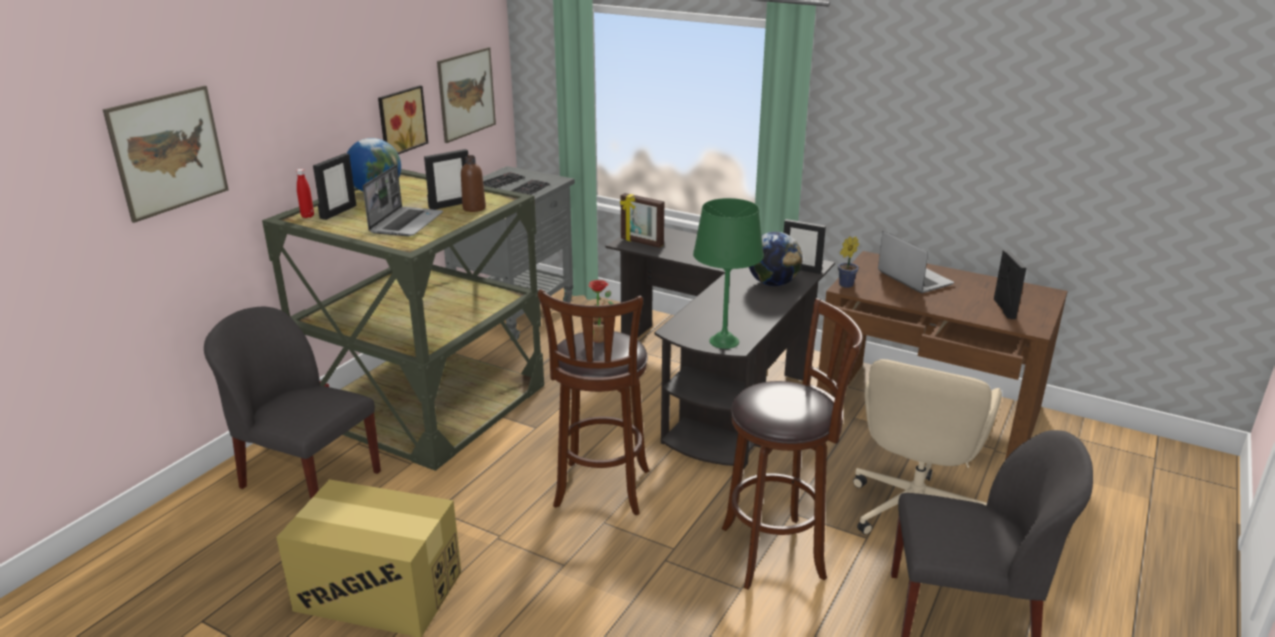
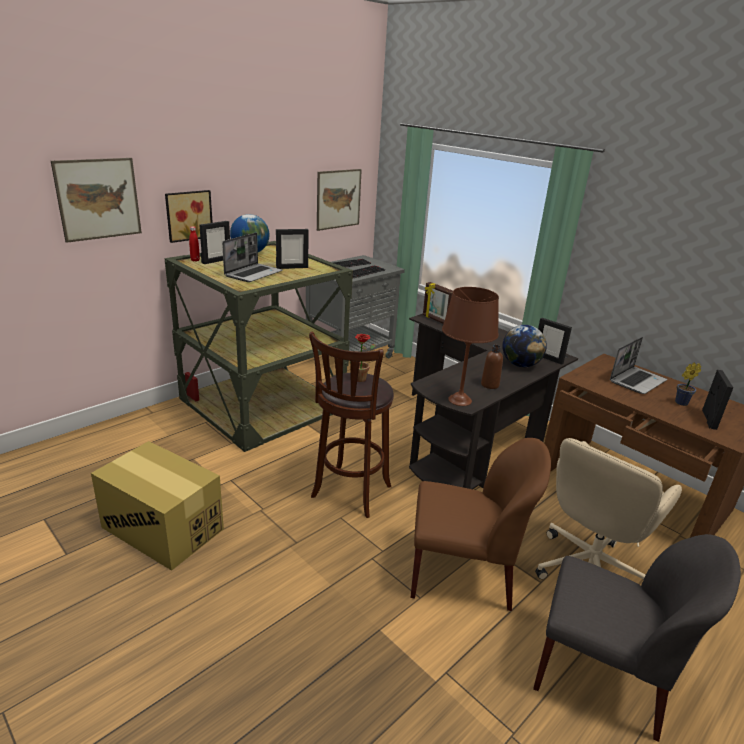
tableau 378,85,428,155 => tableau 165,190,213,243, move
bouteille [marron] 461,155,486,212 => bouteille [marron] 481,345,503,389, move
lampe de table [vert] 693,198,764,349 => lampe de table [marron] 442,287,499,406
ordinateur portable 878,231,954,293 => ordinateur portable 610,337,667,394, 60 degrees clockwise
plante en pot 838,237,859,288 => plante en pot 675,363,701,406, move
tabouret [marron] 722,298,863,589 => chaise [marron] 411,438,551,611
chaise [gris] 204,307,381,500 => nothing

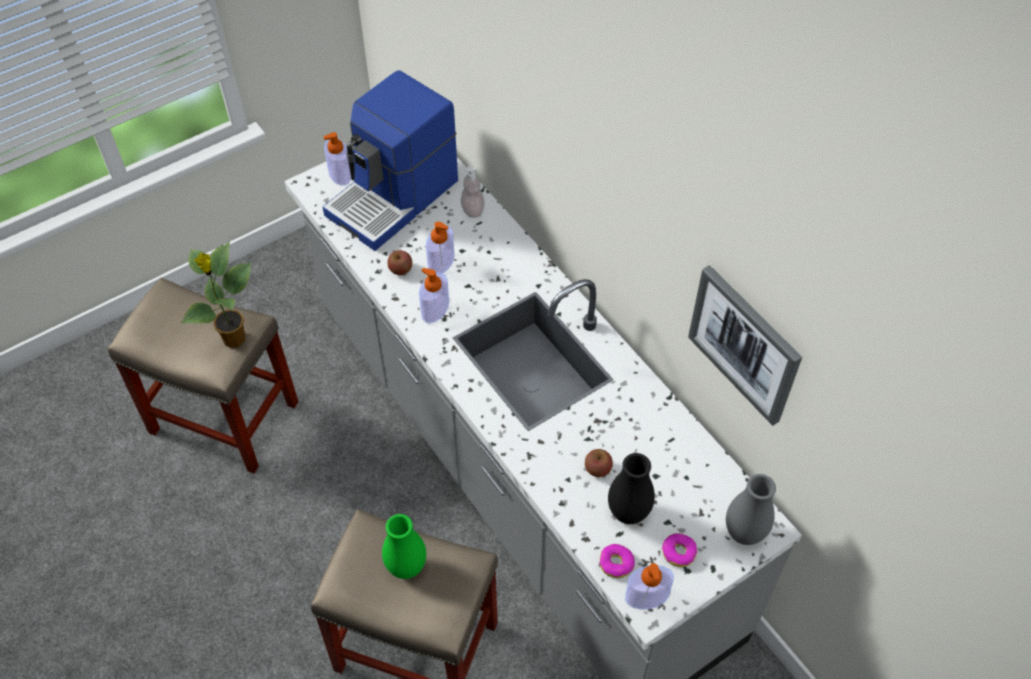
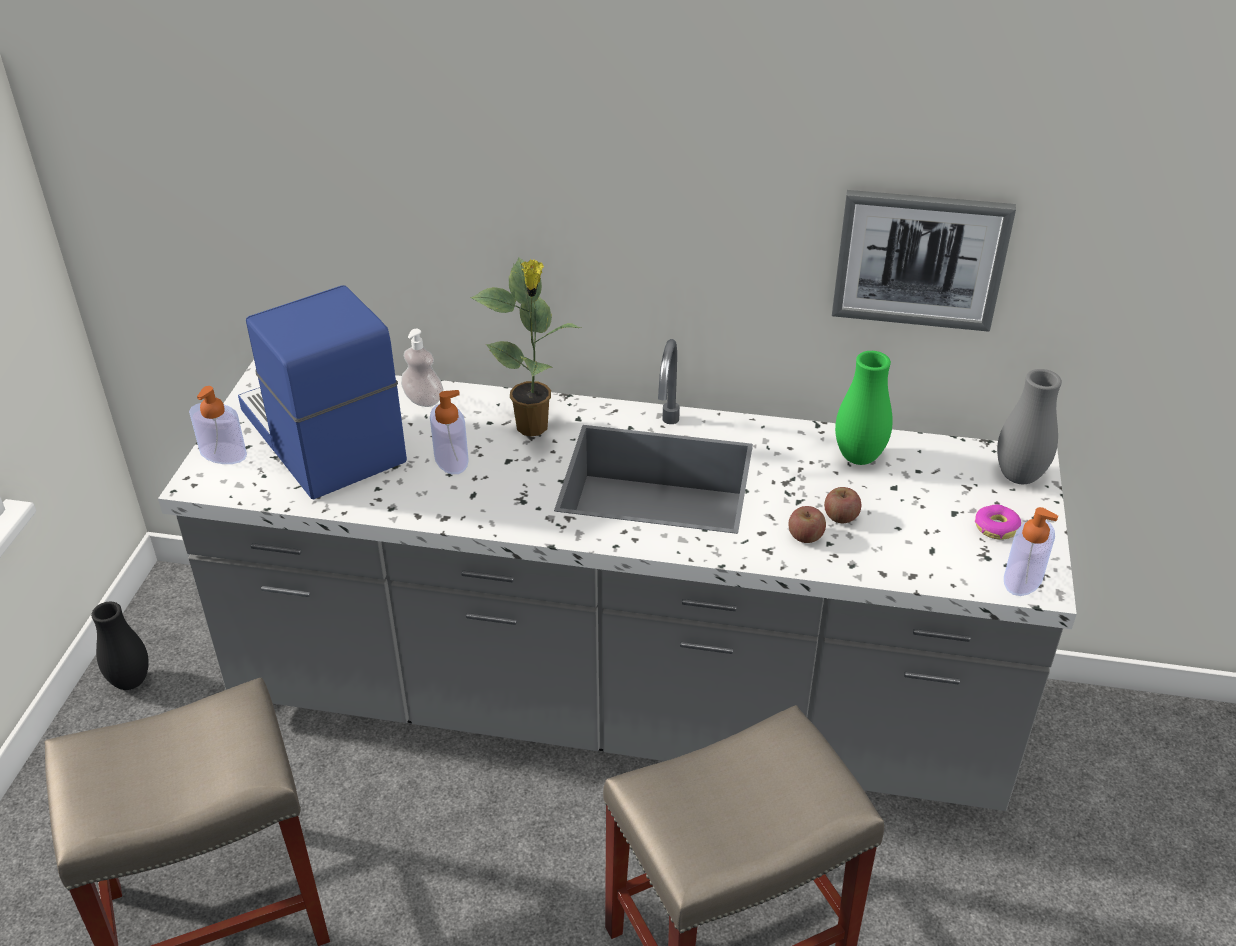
machine à café 323,70,458,251 => machine à café 238,285,407,500, 150 degrees clockwise
plante en pot 181,242,251,348 => plante en pot 471,257,581,436, move
pomme 387,250,412,275 => pomme 788,506,826,543, move
distributeur de savon 419,268,449,323 => nothing
vase [noir] 608,453,655,524 => vase [noir] 91,601,149,690, move
vase [vert] 382,514,426,579 => vase [vert] 835,351,893,465, move
beignet 599,544,635,578 => nothing

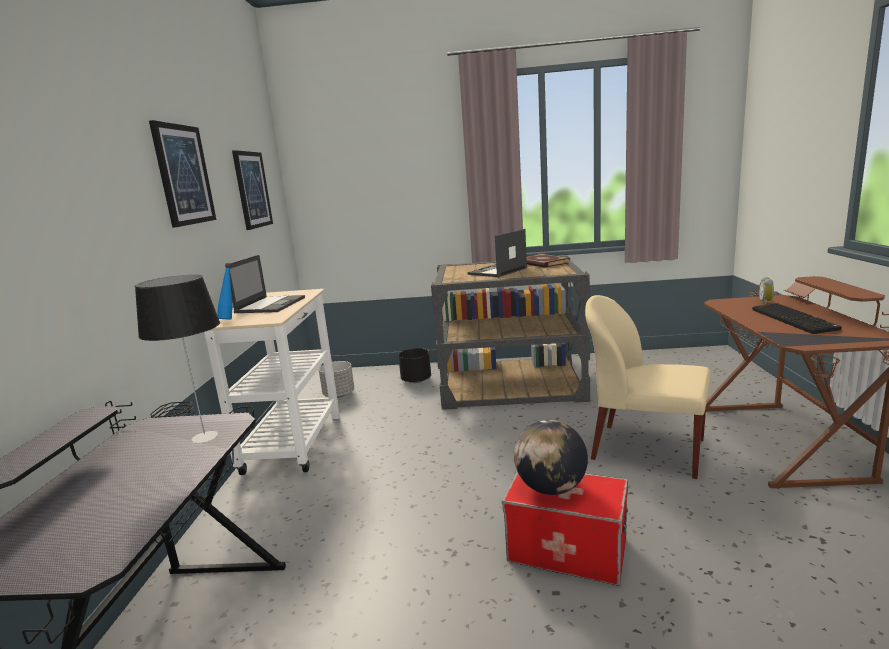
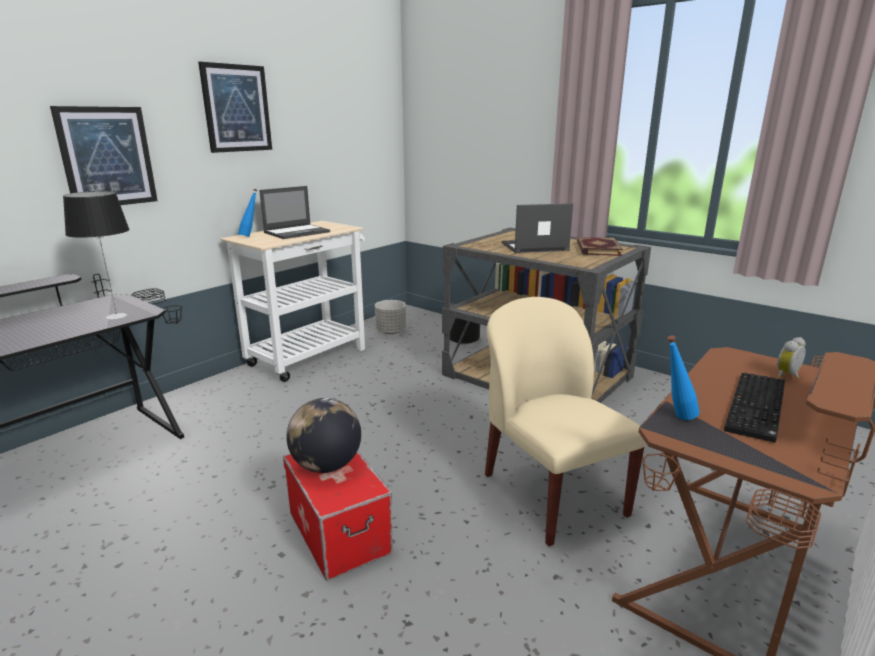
tableau 232,150,273,230 => tableau 50,106,158,205, move
nothing => bouteille [bleu] 668,335,700,420

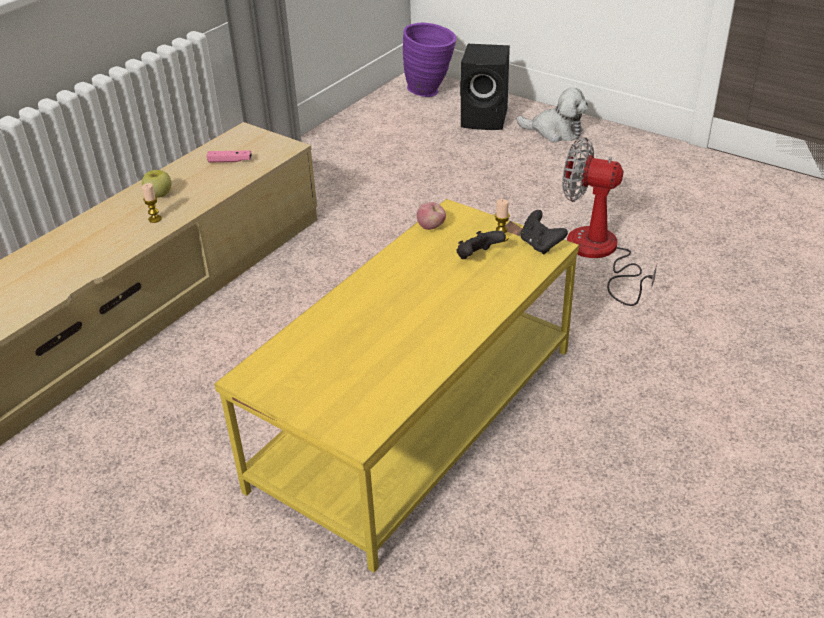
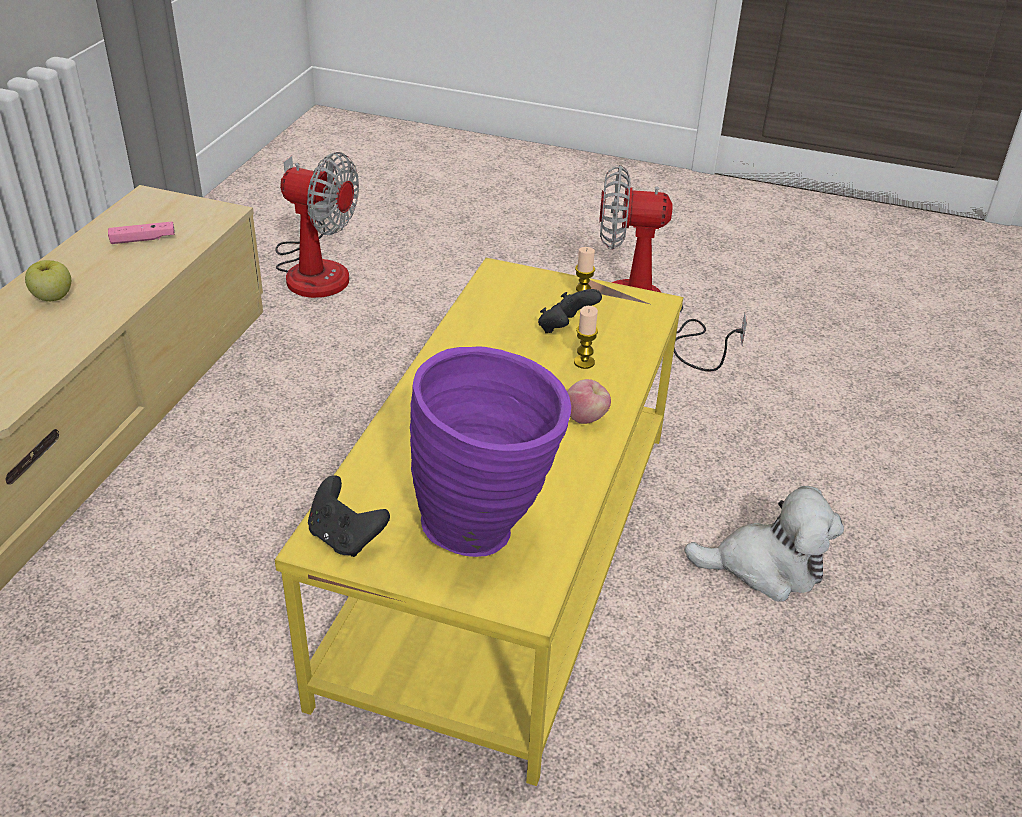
vase [violet] 403,23,456,97 => vase [violet] 410,347,571,557, move
enceinte [noir] 460,44,510,130 => nothing
peluche 517,88,588,142 => peluche 684,486,844,602, move
bougie 142,183,162,223 => bougie 574,306,598,369, move
pomme 417,202,446,230 => pomme 567,379,611,424, move
manette [noir] 521,210,568,254 => manette [noir] 308,475,390,557, move
nothing => ventilateur 275,152,359,298

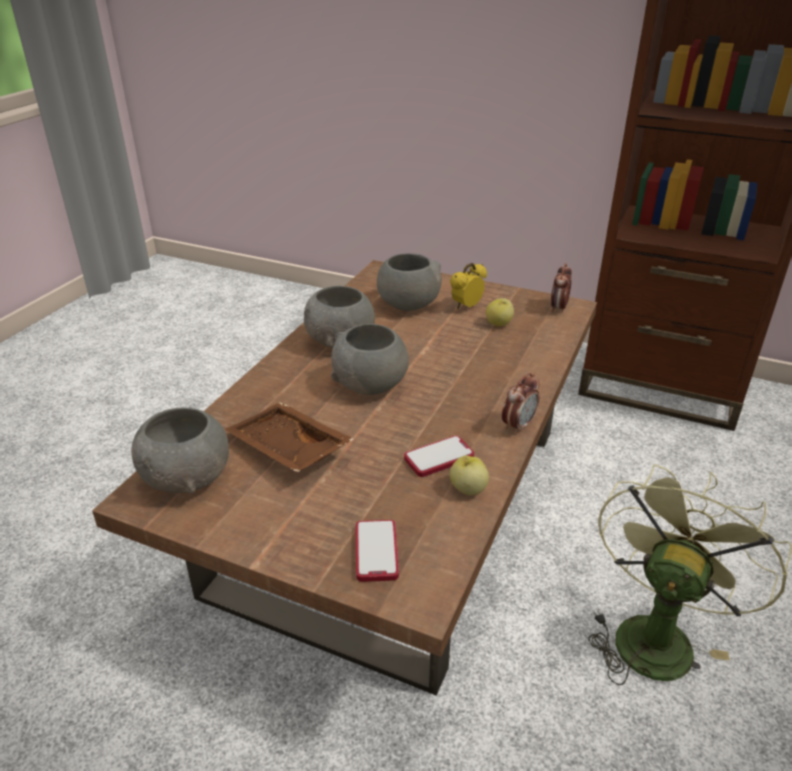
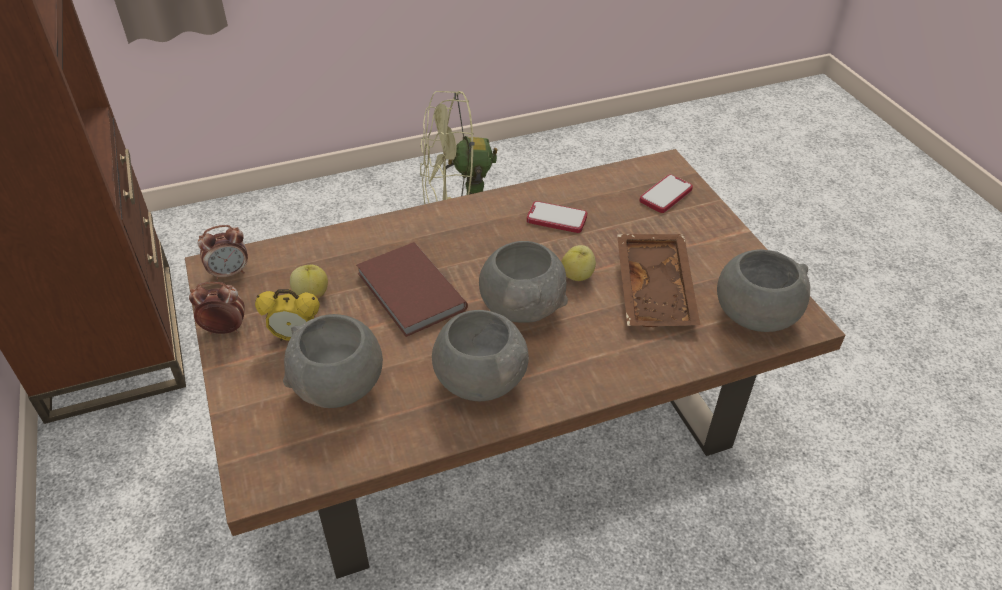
réveil 502,373,539,435 => réveil 189,282,245,334, move
pomme 450,456,489,495 => pomme 561,245,596,281, move
nothing => livre [marron] 357,242,468,337

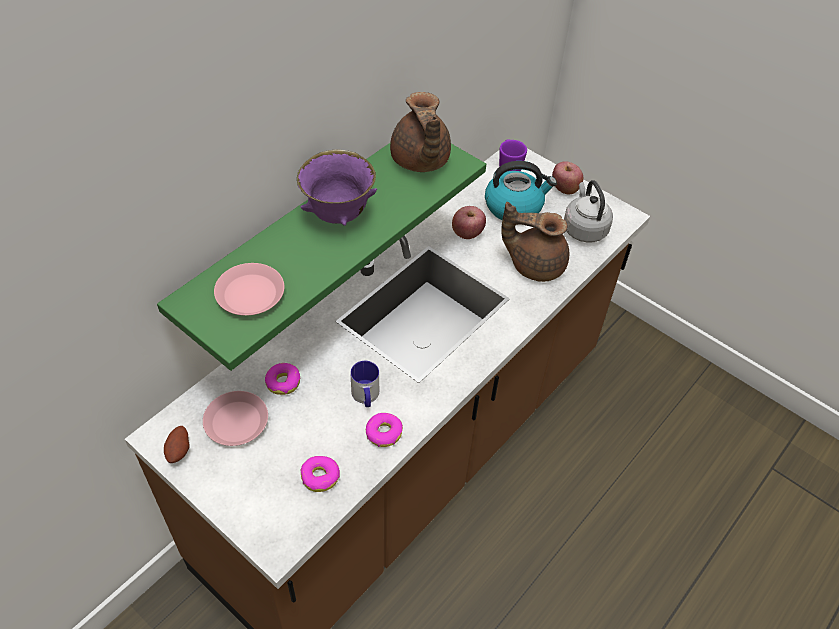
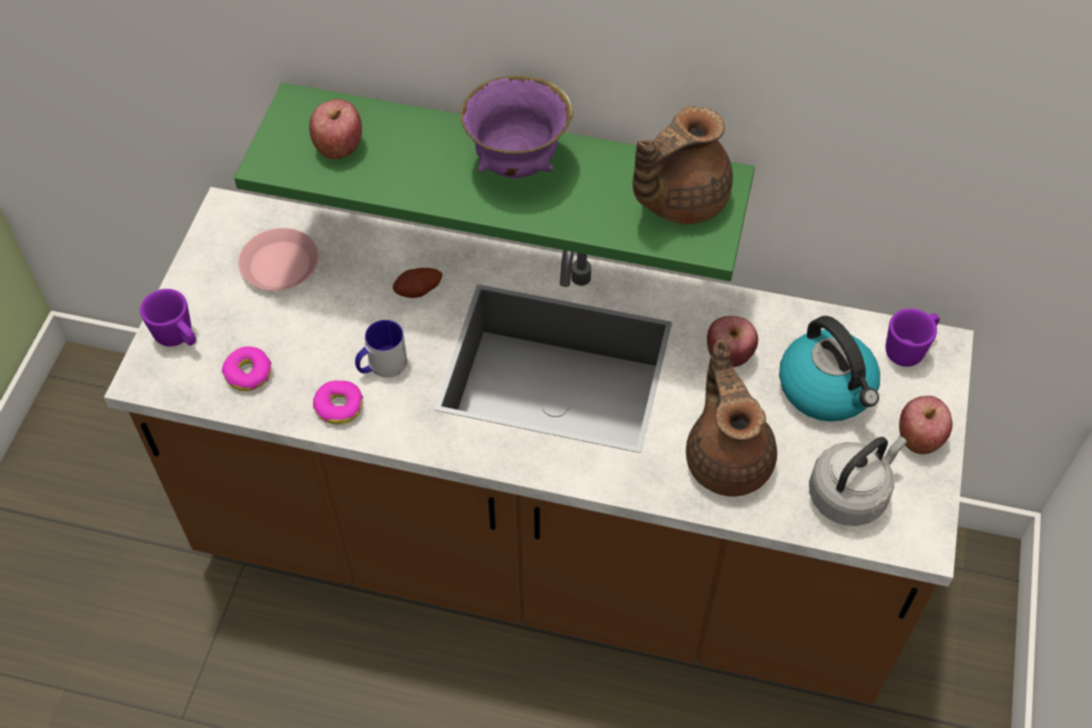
assiette [rose] 214,263,284,316 => pomme 309,99,362,159
beignet 265,363,300,395 => nothing
pomme de terre 164,426,189,463 => pomme de terre 393,268,442,298, move
nothing => mug [violet] 140,289,196,347

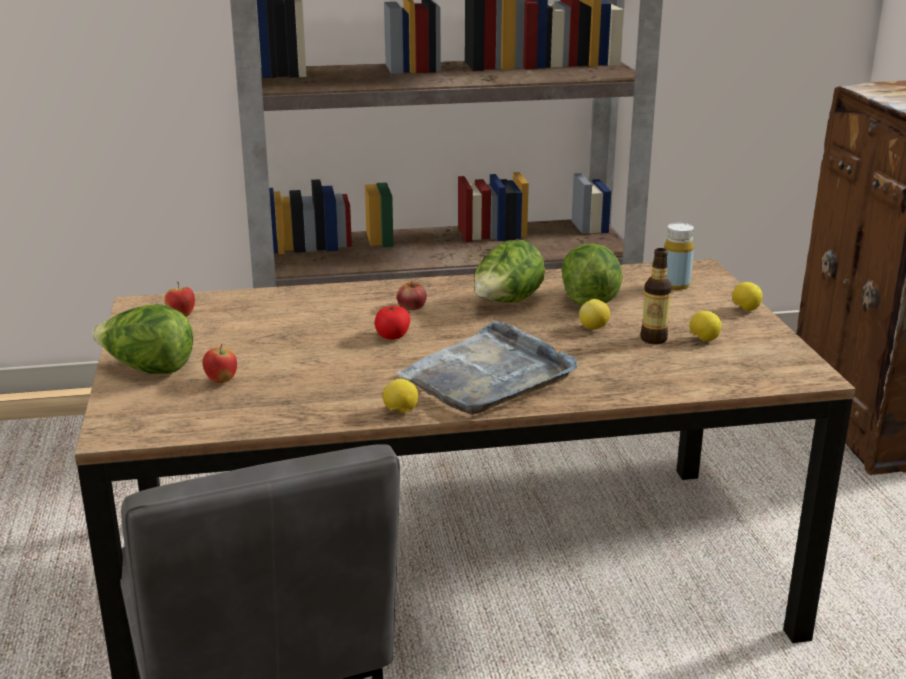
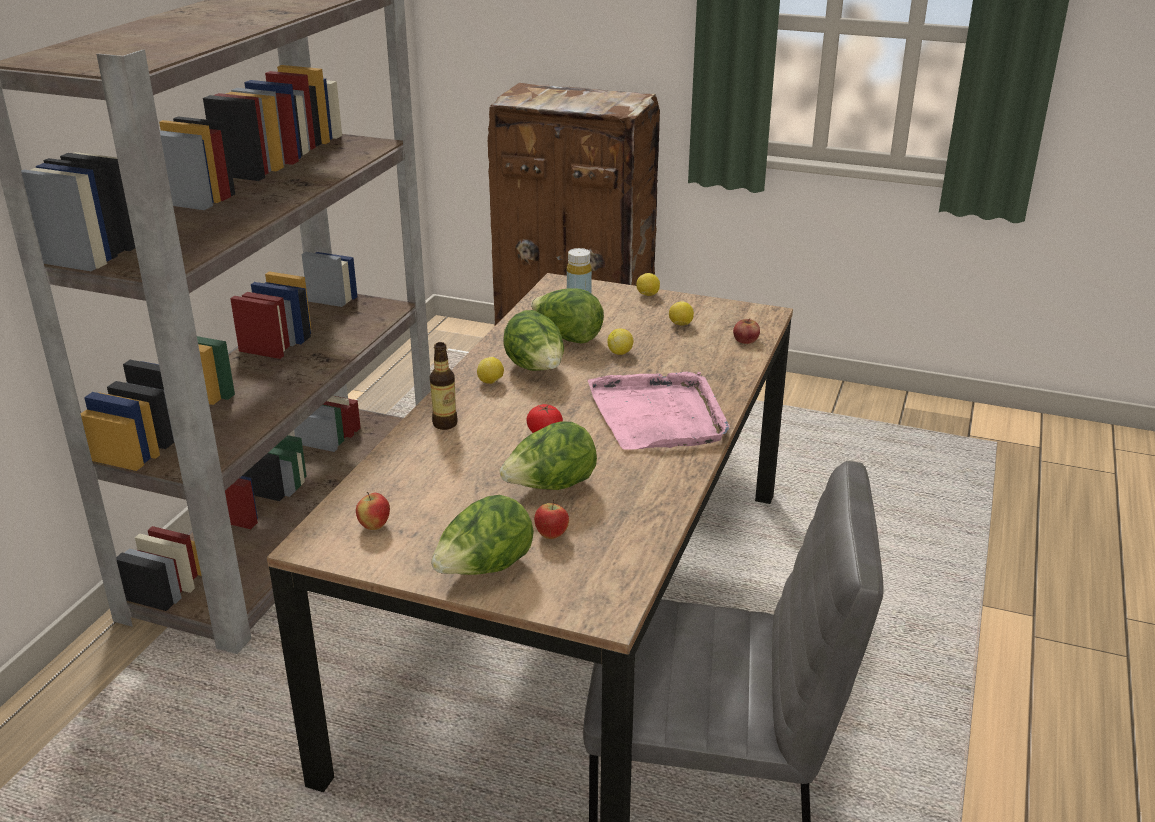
bouteille 640,248,672,344 => bouteille 430,342,458,430, move
pomme 397,282,427,310 => pomme 733,318,760,344, move
plateau [gris] 396,320,577,415 => plateau [rose] 588,371,730,450
citron 383,379,418,413 => citron 477,357,504,384, move
nothing => laitue 499,422,597,490

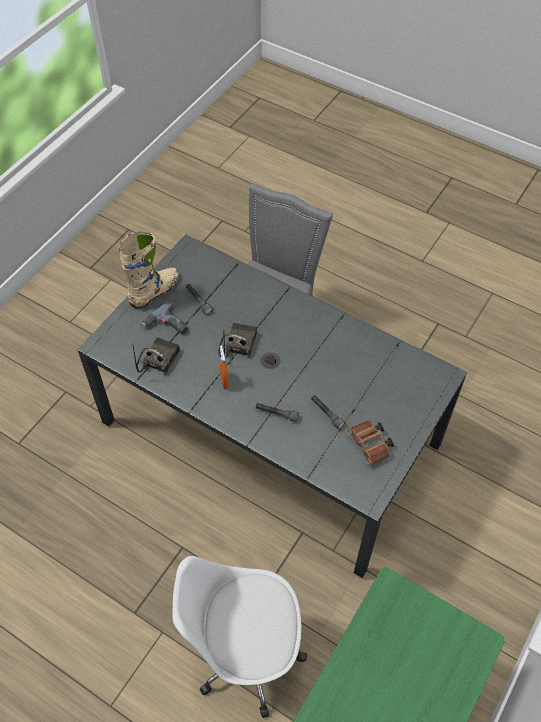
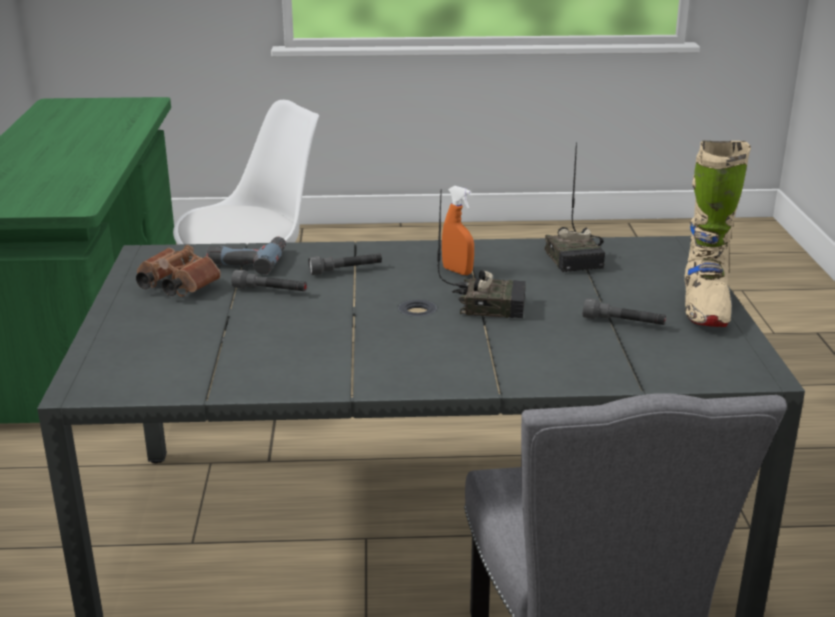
perceuse 142,301,188,334 => perceuse 206,237,286,274, move
radio 219,323,257,359 => radio 437,189,526,318, 60 degrees counterclockwise

